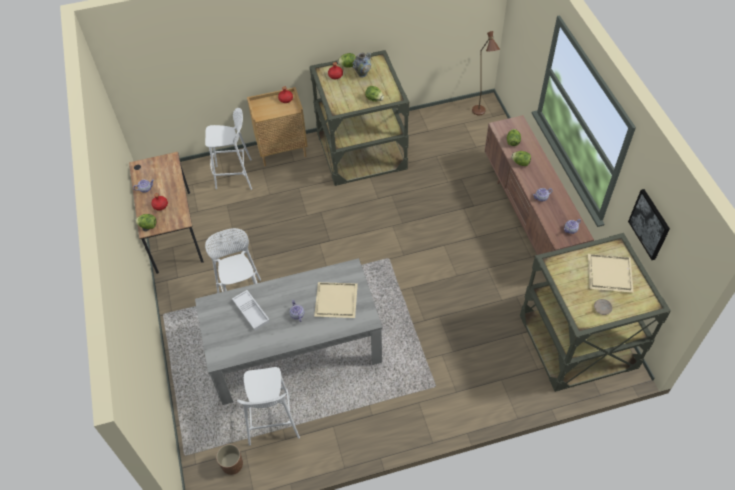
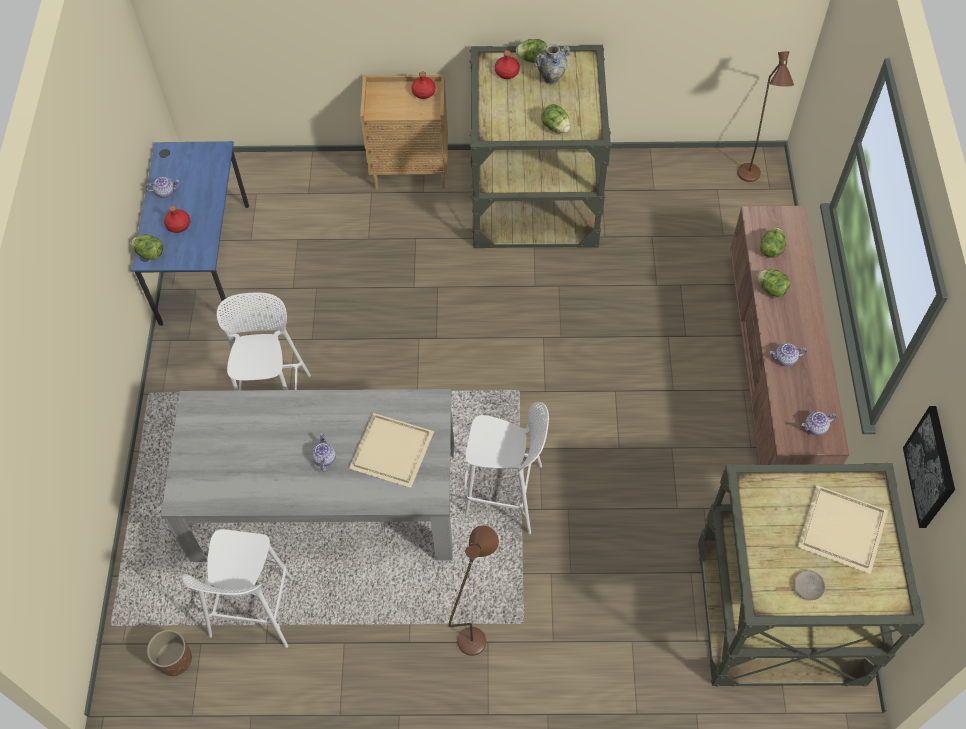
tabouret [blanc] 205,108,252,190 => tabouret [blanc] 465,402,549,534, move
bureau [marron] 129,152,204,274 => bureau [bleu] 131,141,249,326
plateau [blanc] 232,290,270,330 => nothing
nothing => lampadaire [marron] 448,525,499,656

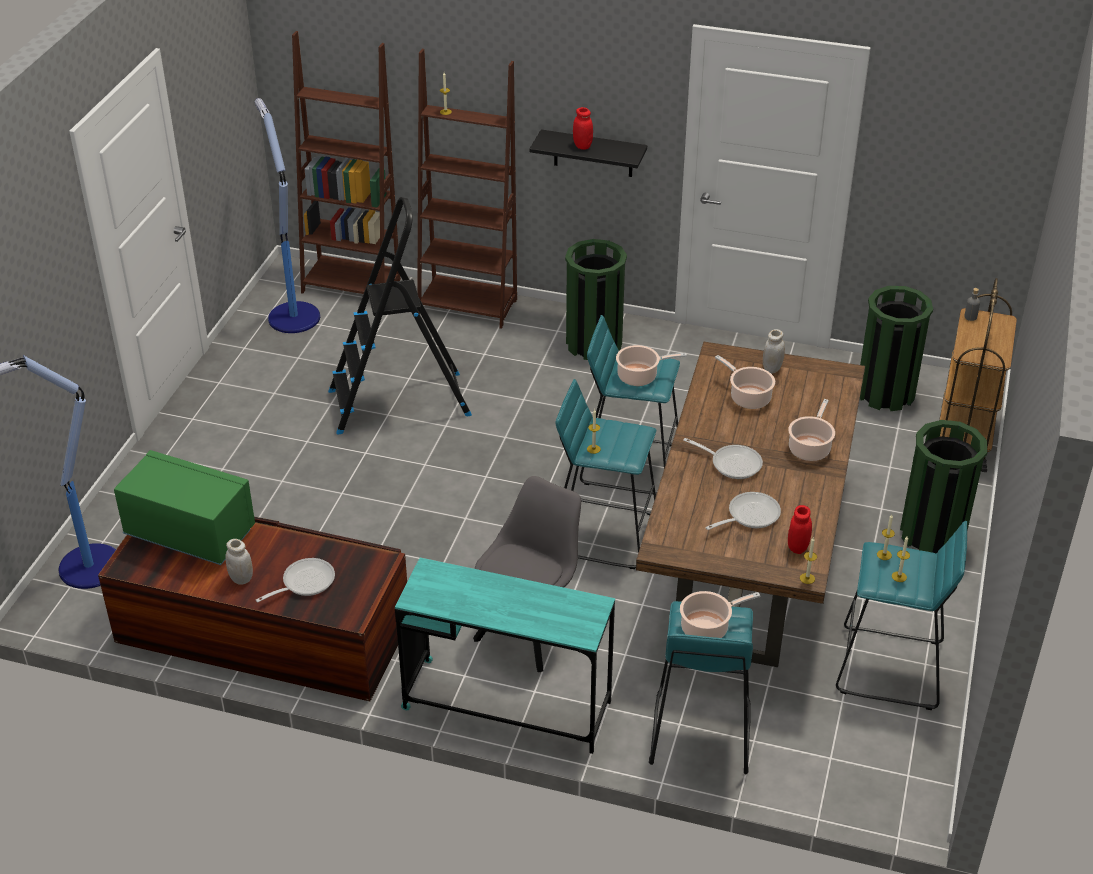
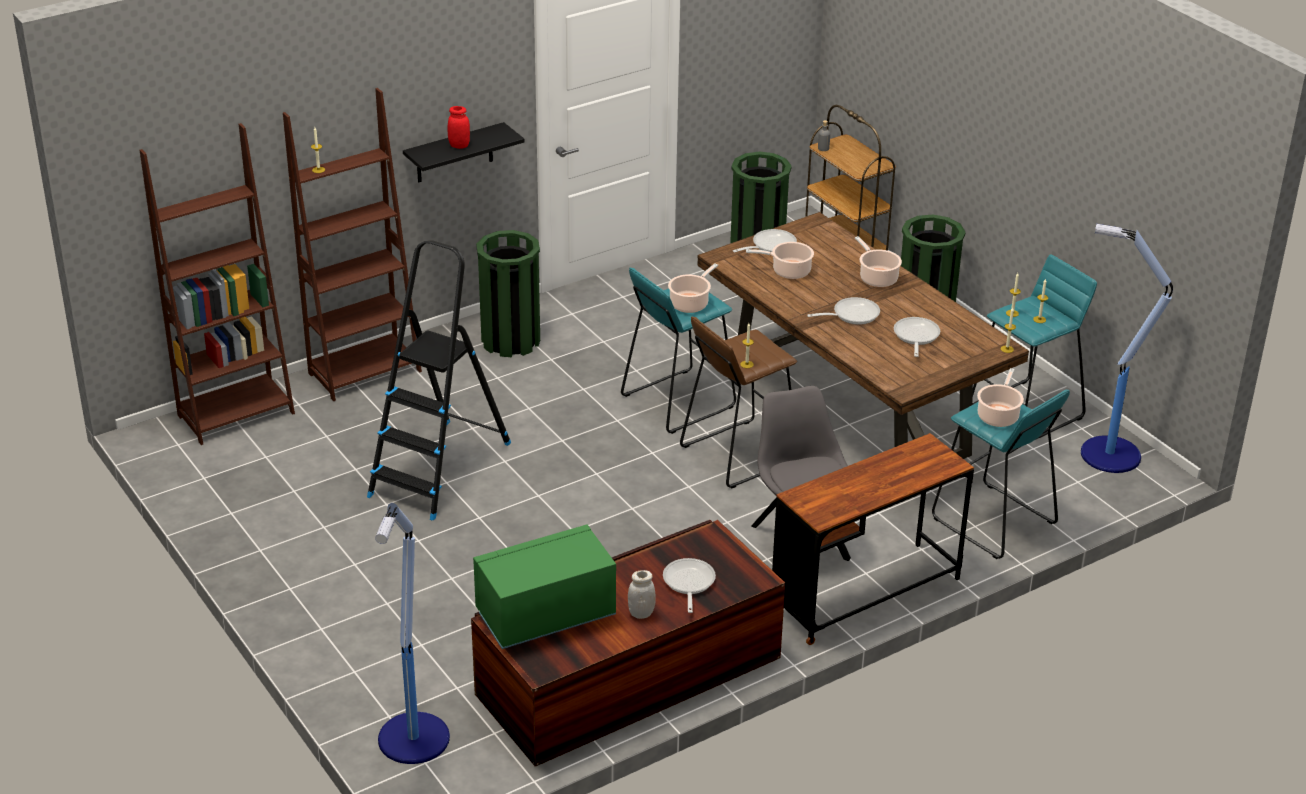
lampadaire 254,98,320,333 => lampadaire 1081,224,1173,473, move
bocal [blanc] 763,329,785,374 => poêle 733,229,797,254
tabouret [turquoise] 556,379,656,569 => tabouret [marron] 680,317,797,488
bocal [rouge] 788,505,812,554 => nothing
bureau [turquoise] 395,558,615,754 => bureau [marron] 772,433,974,645

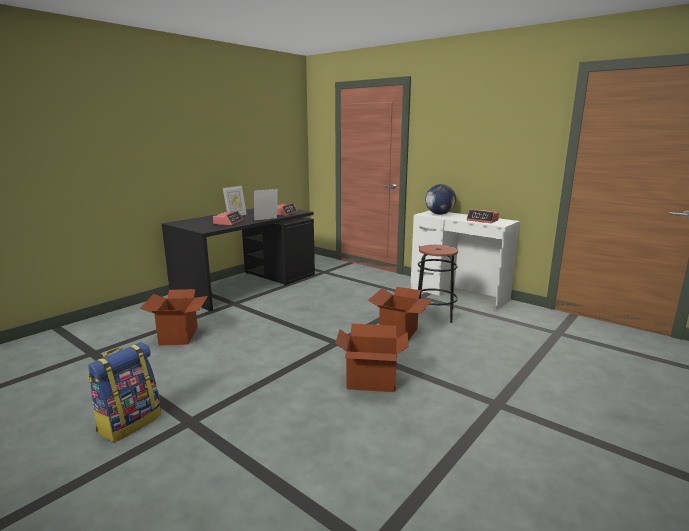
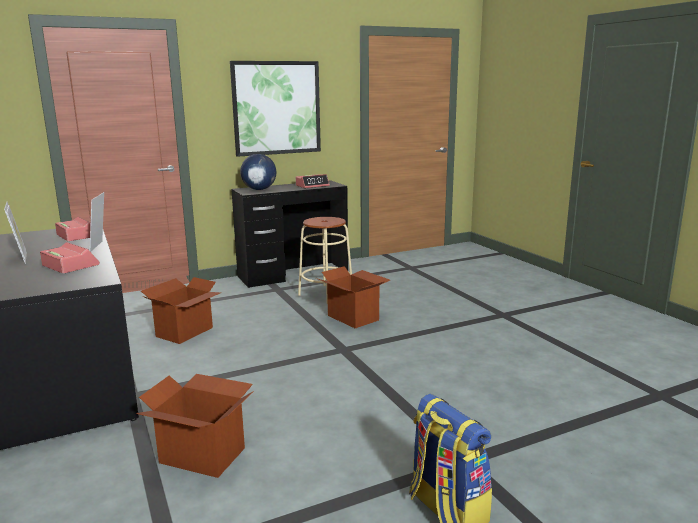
bureau [blanc] 411,210,520,311 => bureau [noir] 231,180,348,288
tabouret [noir] 418,245,458,323 => tabouret [beige] 298,217,352,304
carton 335,324,408,392 => carton 141,277,221,344, move
nothing => tableau 230,61,321,157

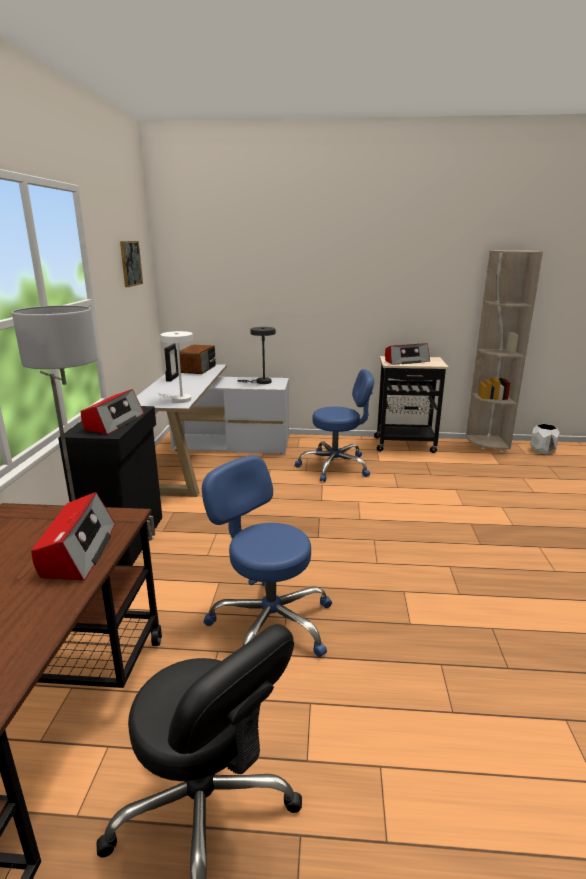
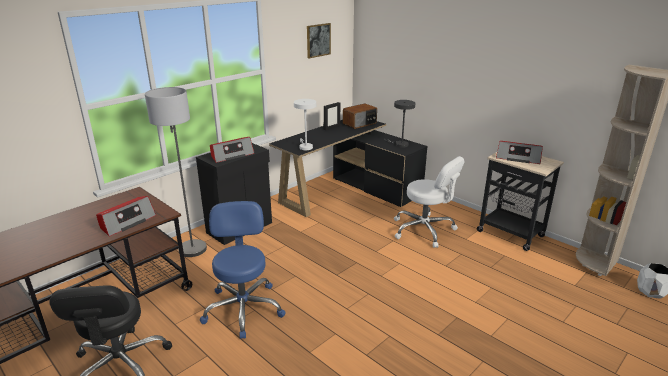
bureau [blanc] 136,364,289,497 => bureau [noir] 269,120,428,217
chaise de bureau [bleu] 295,369,374,482 => chaise de bureau [blanc] 394,156,464,248

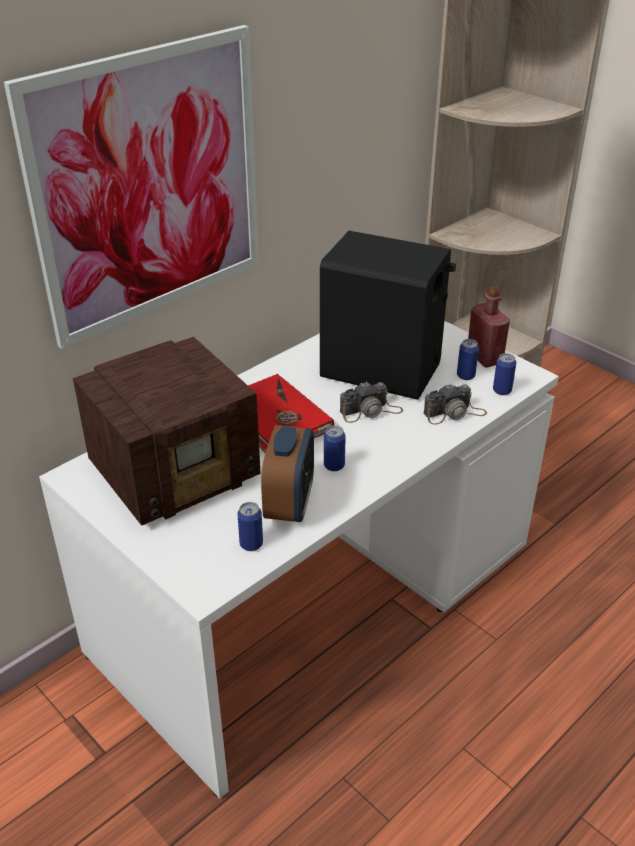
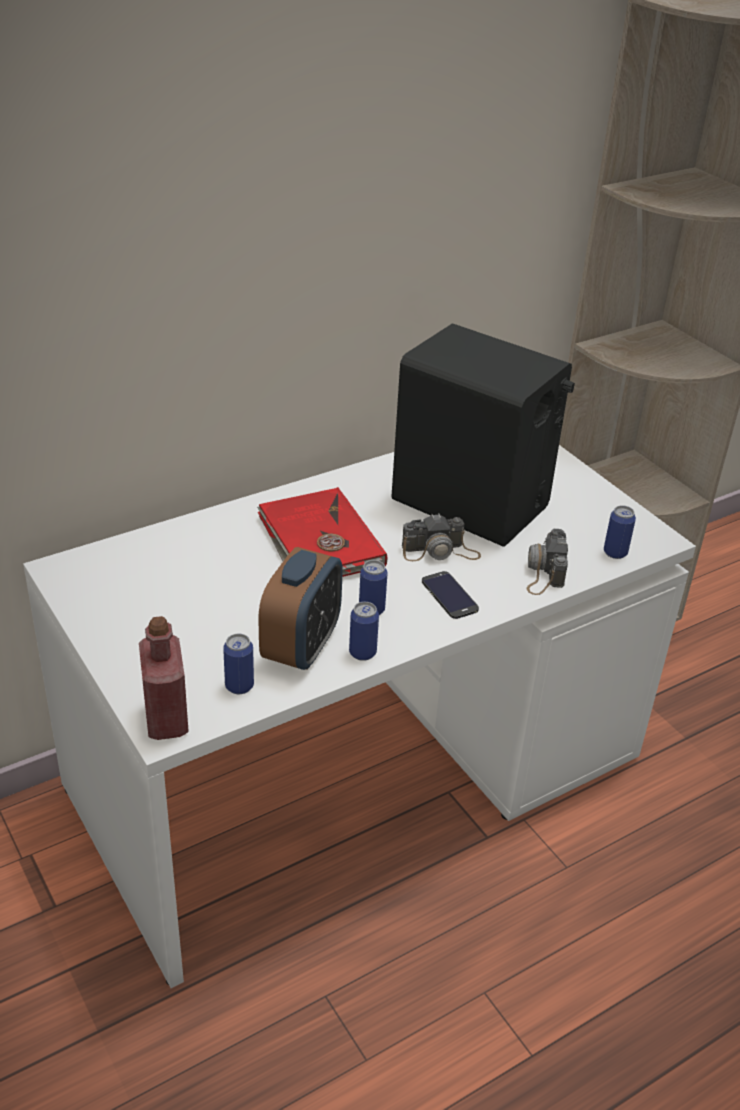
tableau 4,25,259,349 => nothing
bouteille [rouge] 468,286,510,368 => bouteille [rouge] 139,616,189,740, move
radio 73,337,261,526 => nothing
boîte métallique 457,339,479,380 => boîte métallique 349,602,379,661, move
appareil photo 423,383,487,425 => appareil photo 527,529,568,595, 105 degrees clockwise
nothing => téléphone 422,571,479,619

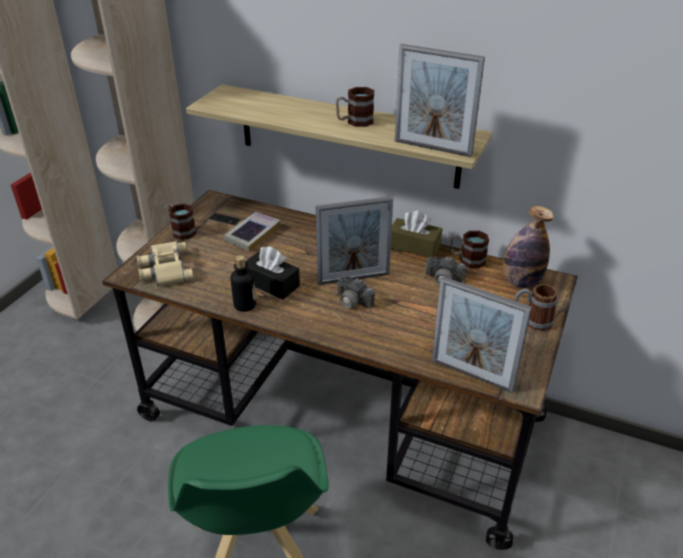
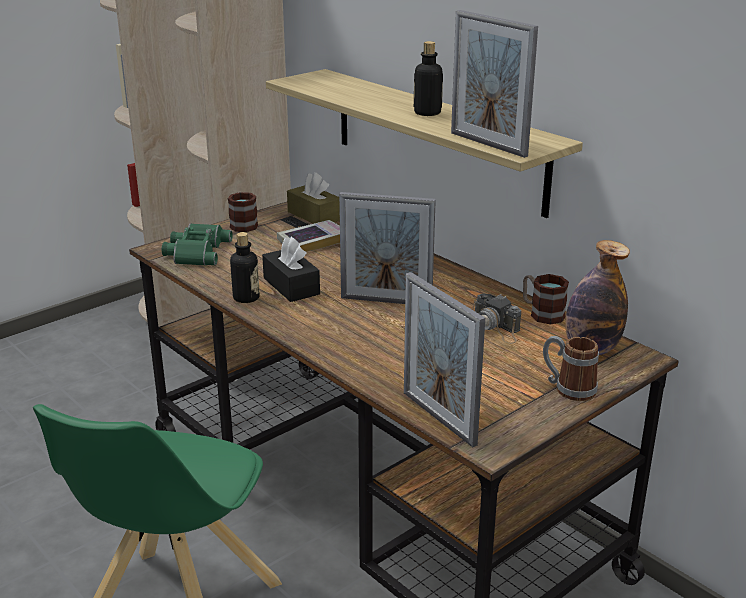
mug 336,87,374,127 => bouteille 414,41,443,116
boîte à mouchoirs [marron] 391,210,442,257 => boîte à mouchoirs [marron] 287,172,340,224, move
jumelles [beige] 137,241,194,287 => jumelles [vert] 162,223,233,266
appareil photo 332,276,375,320 => nothing

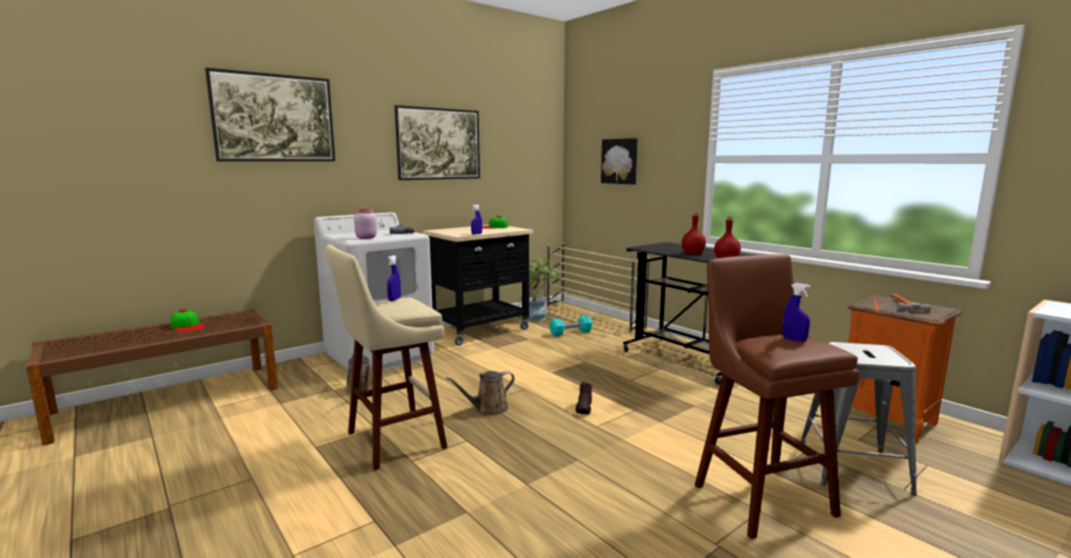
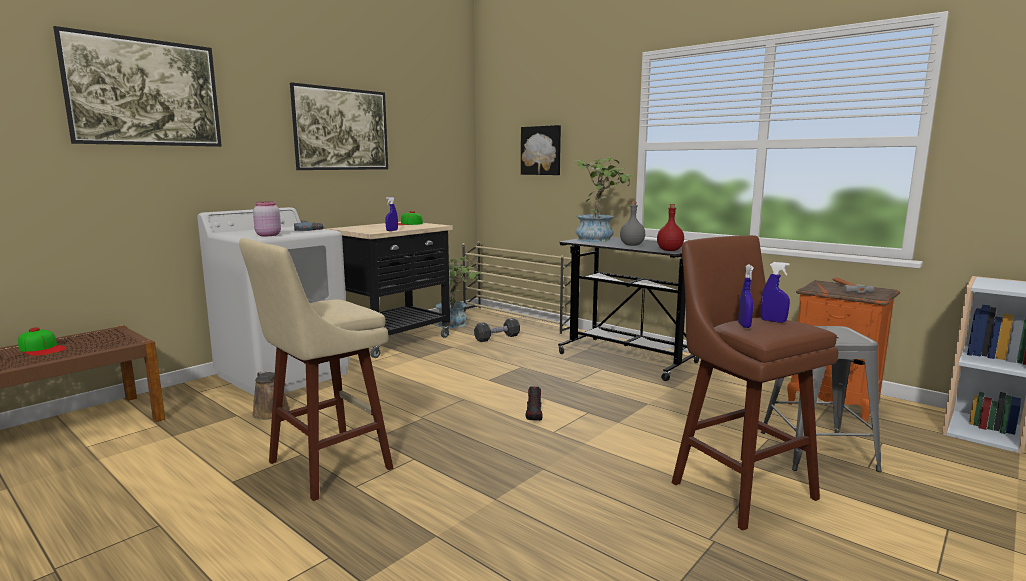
bouteille [rouge] 682,213,706,254 => bouteille [gris] 620,201,645,246
vaporisateur [bleu] 387,255,401,301 => vaporisateur [bleu] 738,265,754,328, move
haltère [turquoise] 550,315,592,336 => haltère [noir] 474,318,520,342
arrosoir [marron] 446,371,515,415 => nothing
nothing => plante en pot 575,157,633,242

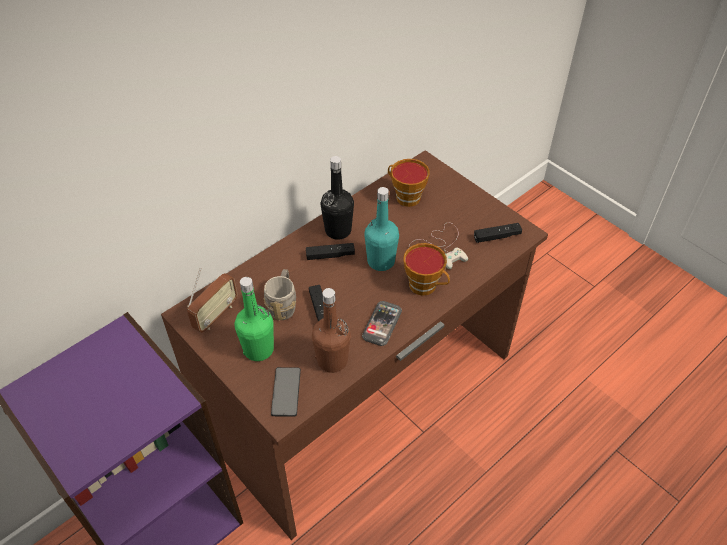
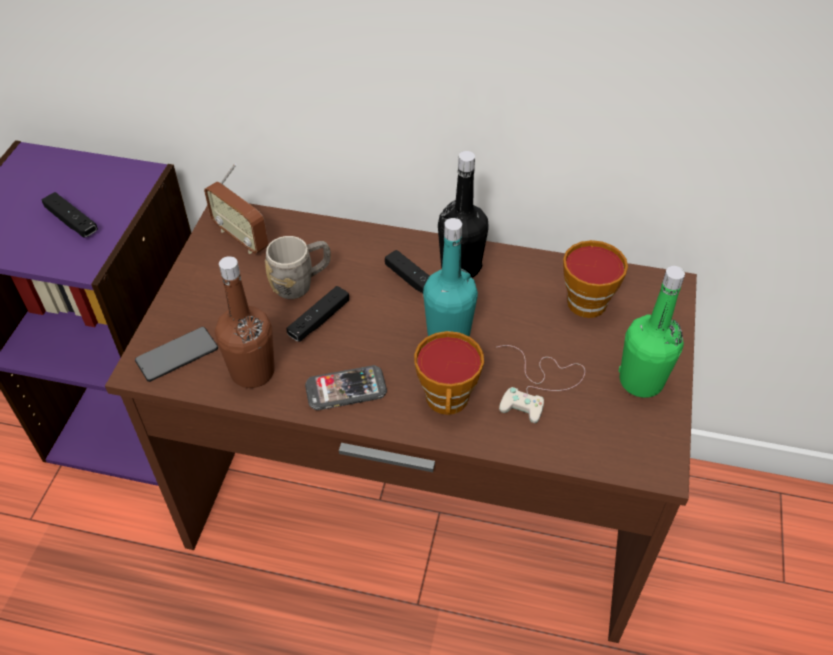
manette [noir] 474,223,522,243 => manette [noir] 42,192,98,238, move
radio 187,267,238,333 => radio 204,163,268,254, 45 degrees clockwise
bouteille [vert] 234,277,274,361 => bouteille [vert] 619,266,685,398, move

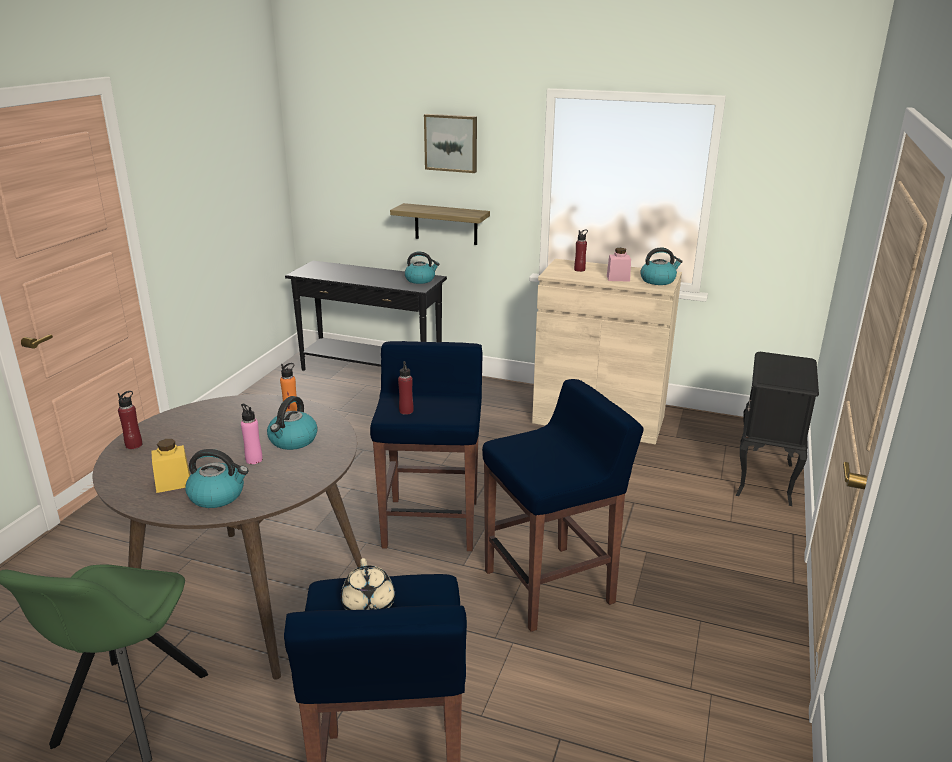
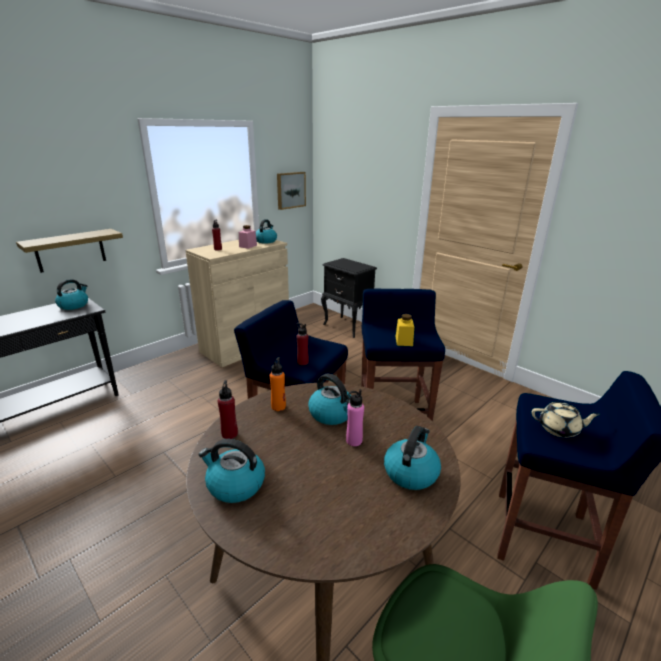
tableau 424,114,477,173 => tableau 277,172,306,210, move
bouteille [rouge] 118,391,142,449 => bouteille [rouge] 218,380,238,439, move
bocal [jaune] 152,439,190,493 => bocal [jaune] 396,314,414,346, move
nothing => bouilloire 199,439,265,503

